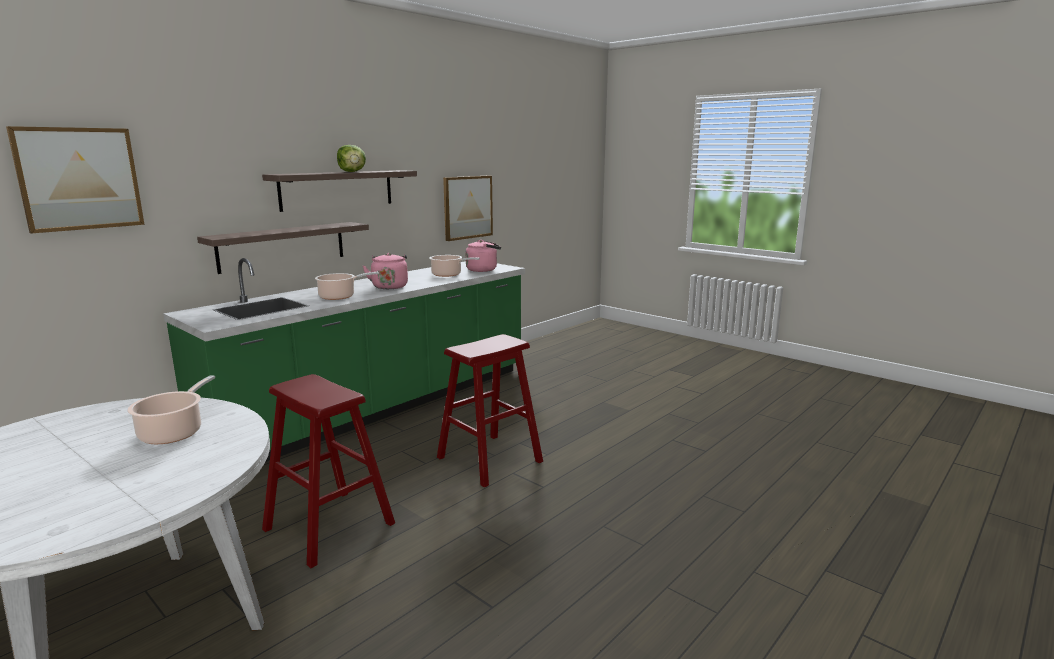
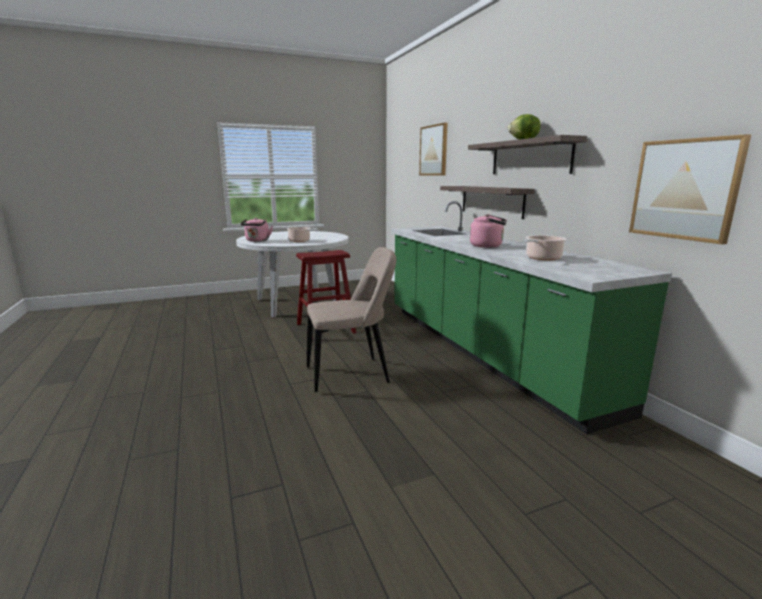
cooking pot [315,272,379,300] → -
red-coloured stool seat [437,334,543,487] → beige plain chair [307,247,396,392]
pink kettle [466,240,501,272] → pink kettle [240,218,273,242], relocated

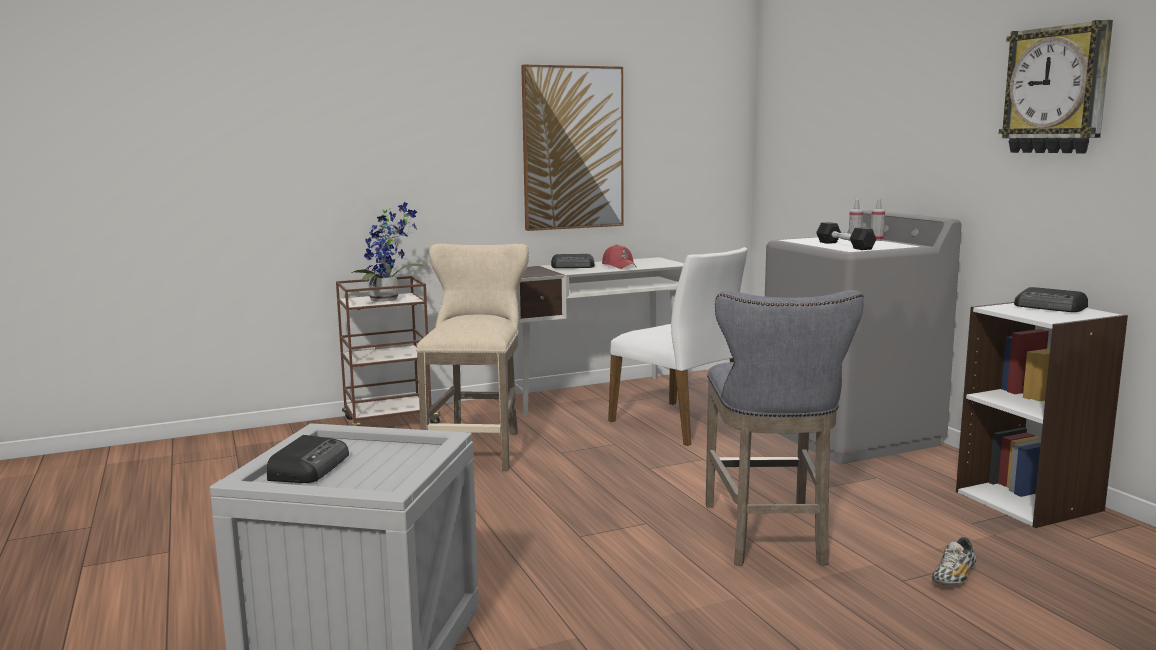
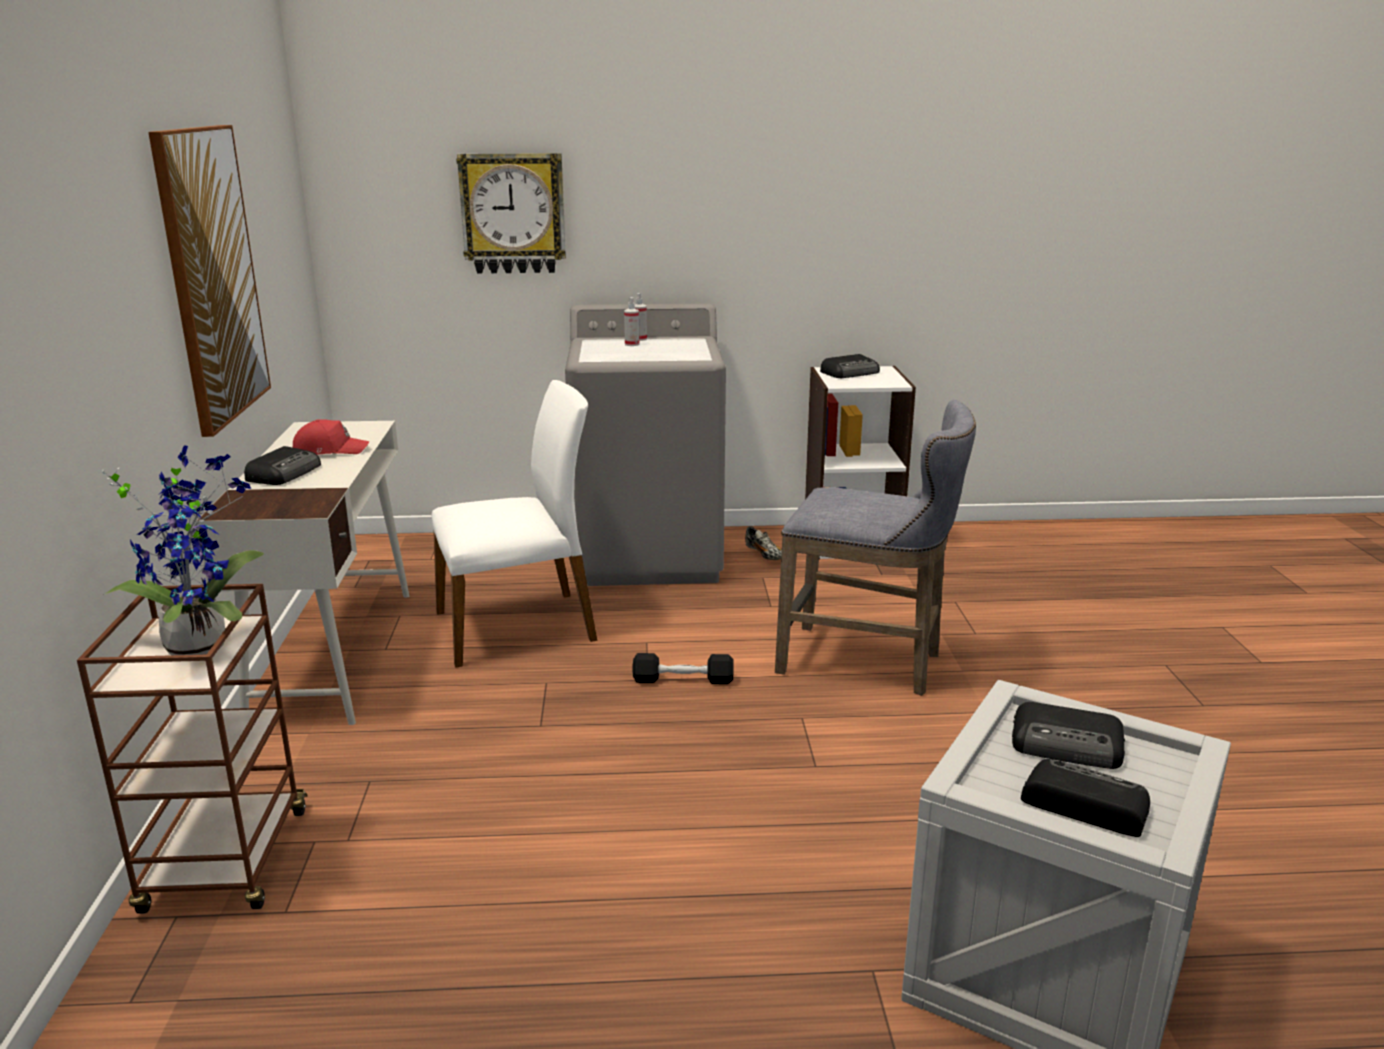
beige stool seat [416,244,529,471] → -
black-coloured hand weight [816,222,876,250] → black-coloured hand weight [632,653,733,684], relocated
shoe [932,537,976,585] → shoe [745,526,782,560], relocated
wall clock [999,20,1113,154] → wall clock [456,153,566,274], relocated
- → radio set [1012,702,1125,769]

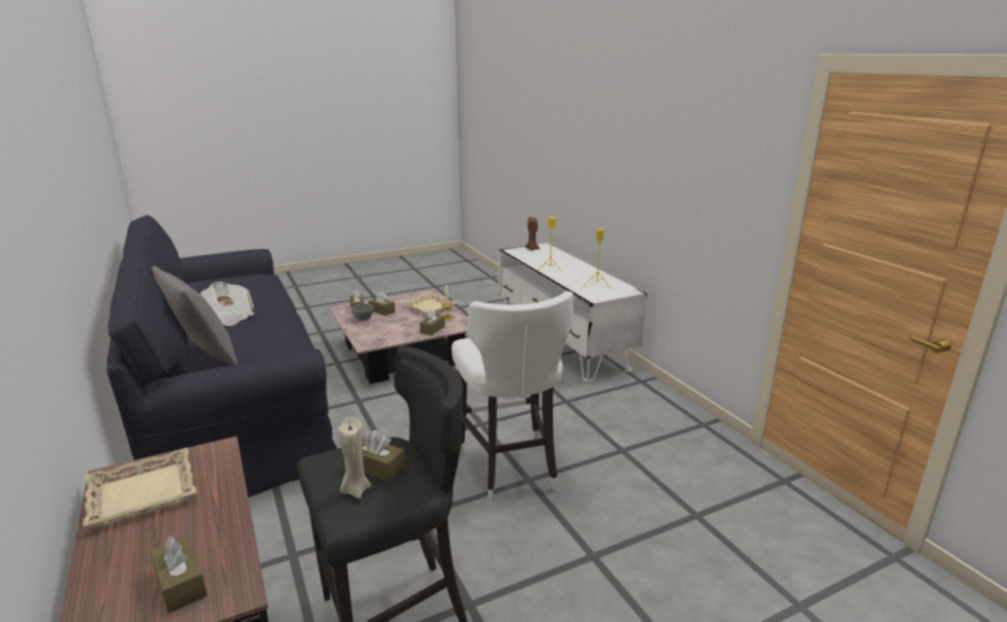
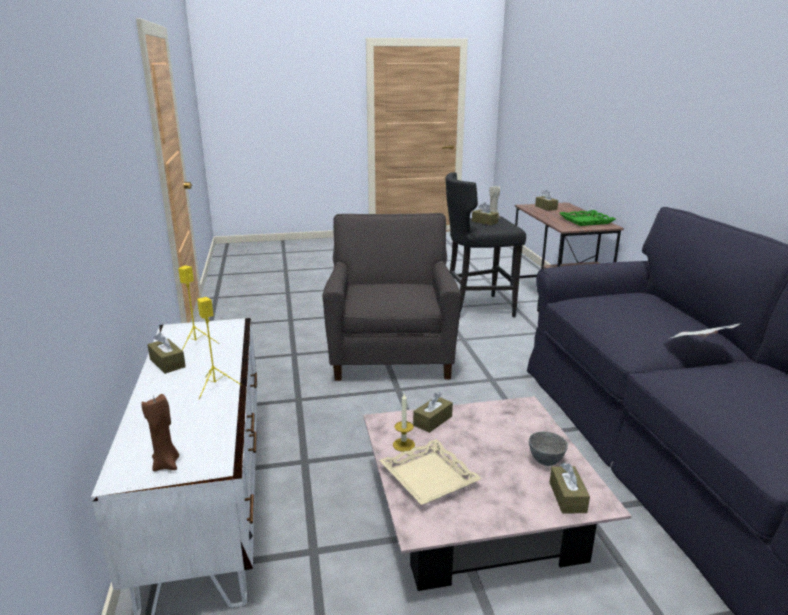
beige tray [83,448,197,527] → greenish tray [559,210,616,226]
greyish cushion [152,266,238,365] → -
brown box of tissues [368,292,395,316] → brown box of tissues [147,332,186,374], relocated
white stool seat [451,291,573,504] → greyish armchair [322,213,461,381]

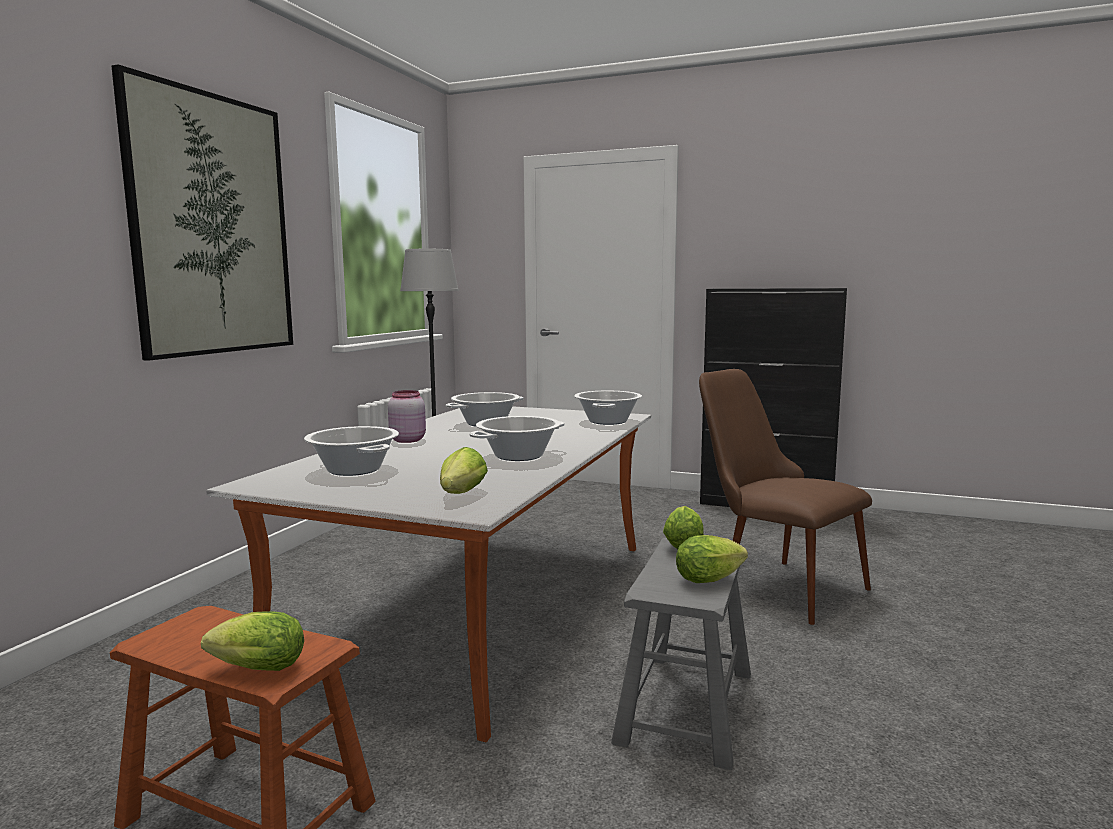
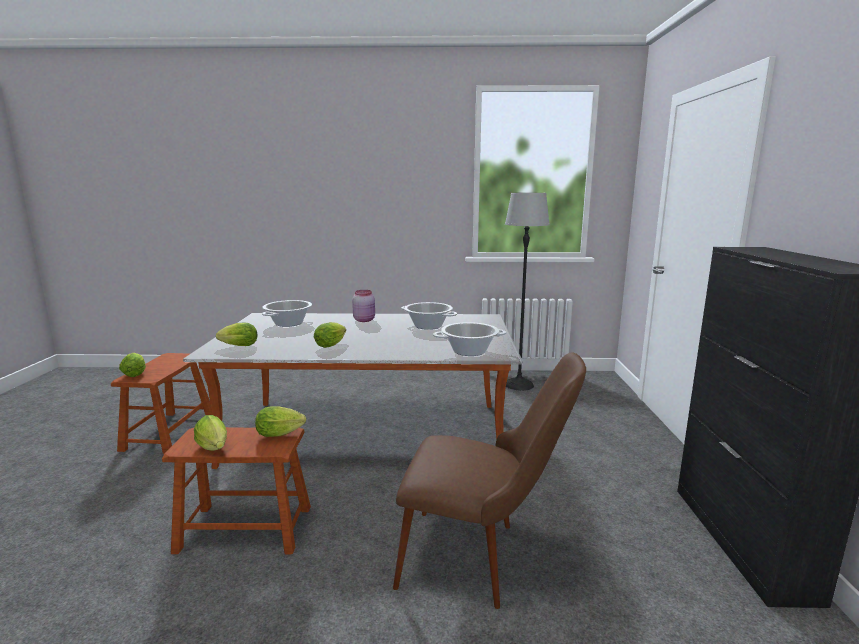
wall picture [111,64,293,361] → -
cooking pot [469,416,565,461] → head of lettuce [314,322,346,348]
greyish stool seat [611,538,751,770] → brown stool seat [162,427,311,554]
brown plain chair [699,369,872,625] → brown plain chair [393,352,586,609], 75 degrees clockwise

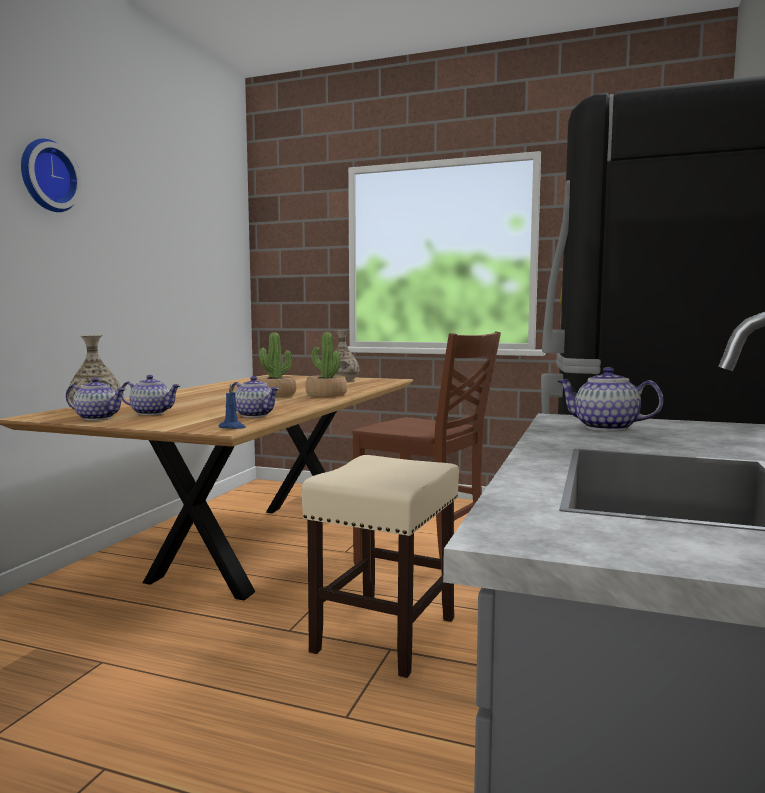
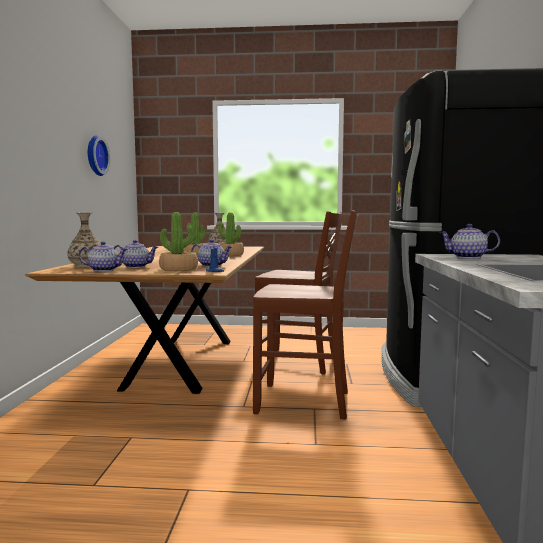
wall clock [21,139,82,212] → wall clock [88,135,110,176], relocated
beige stool seat [301,455,459,678] → brown plain chair [253,210,358,420]
- → houseplant [159,212,198,271]

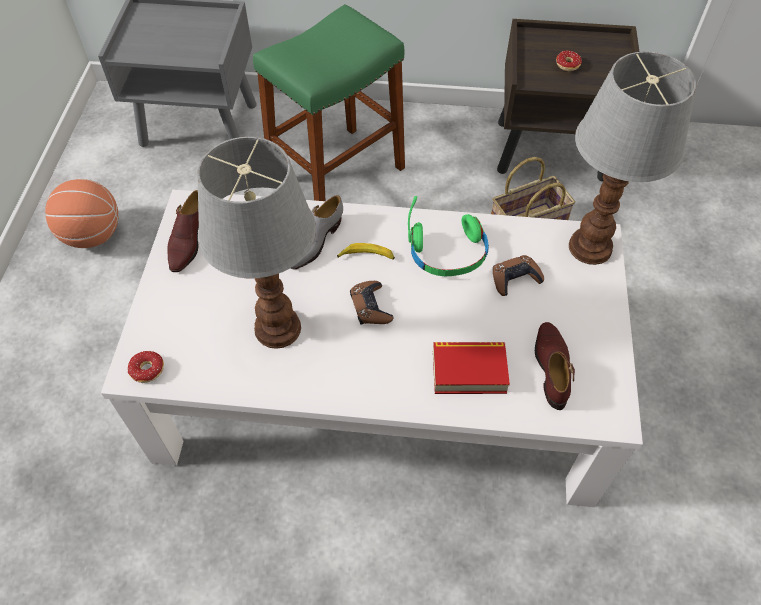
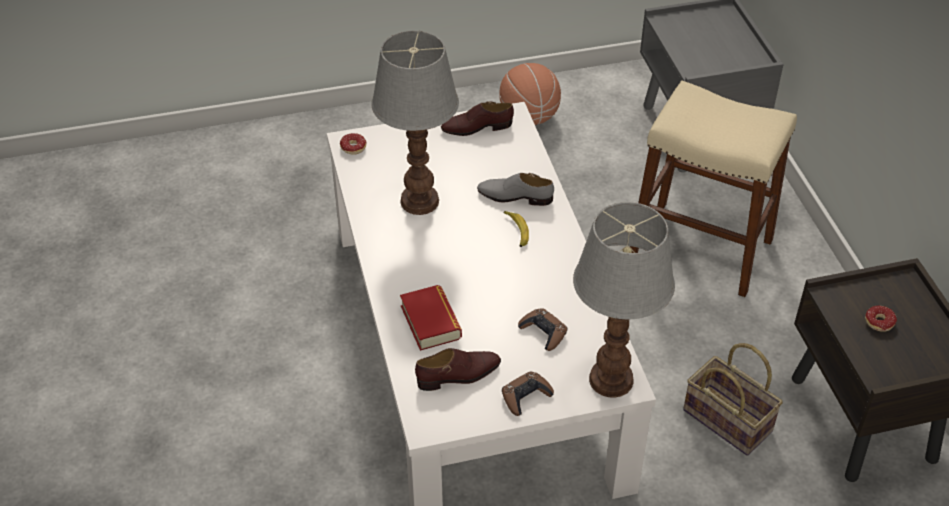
greenish stool seat [253,4,405,201] → beige stool seat [630,80,797,297]
brown gamepad [350,281,393,324] → brown gamepad [502,372,554,416], relocated
greenish headset [408,196,489,276] → -

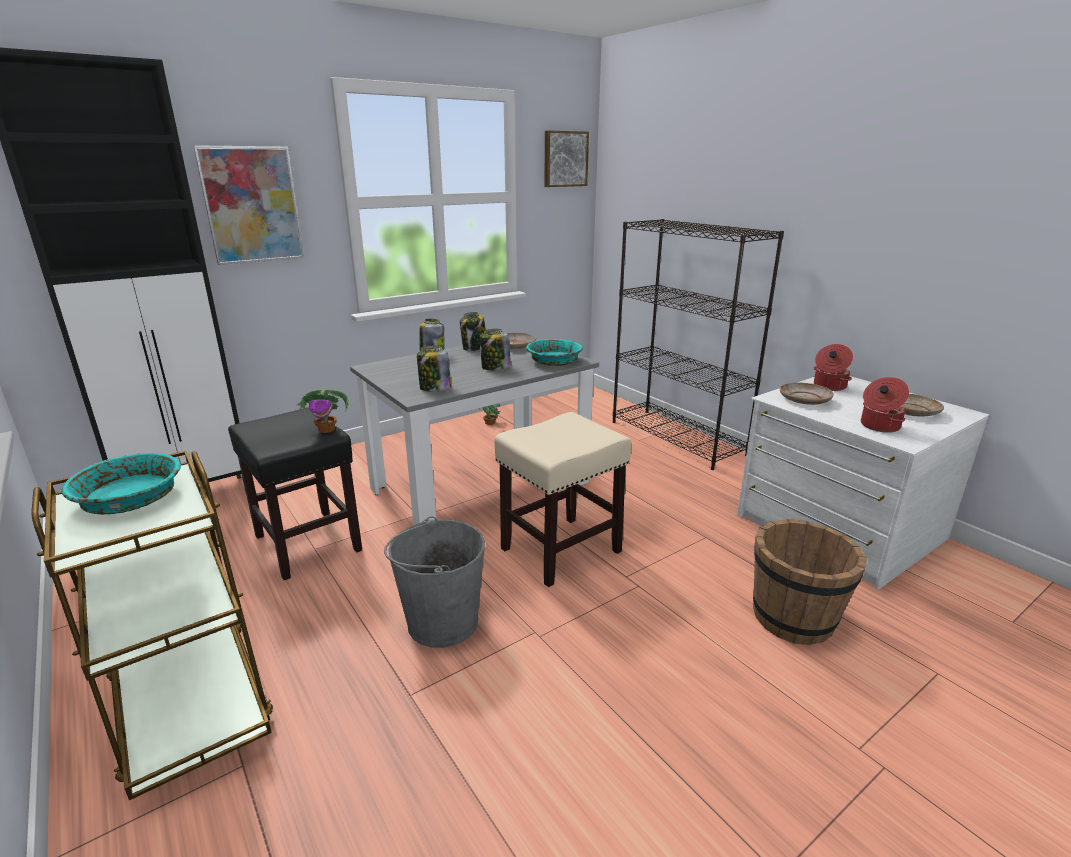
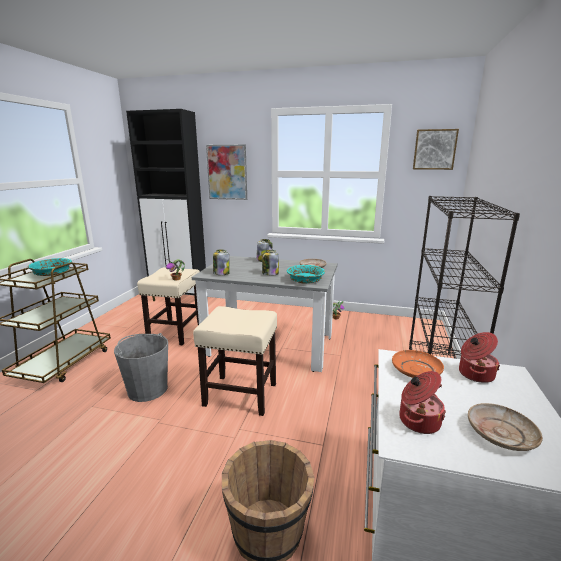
black-coloured stool seat [228,407,362,580] → beige stool seat [137,267,200,346]
storage jar [460,312,486,351] → -
beige dinner plate [780,382,834,405] → orange-coloured dinner plate [392,350,444,378]

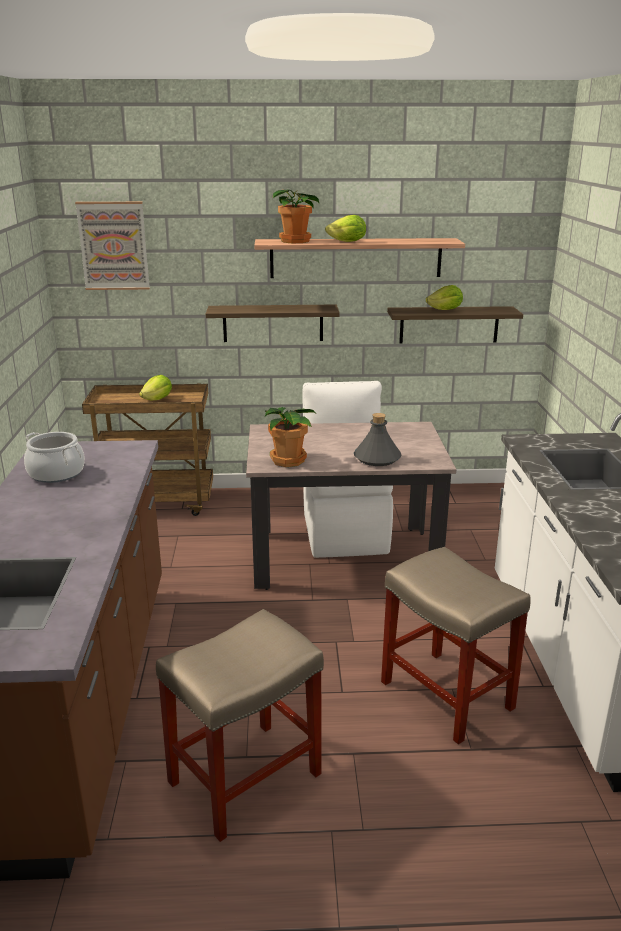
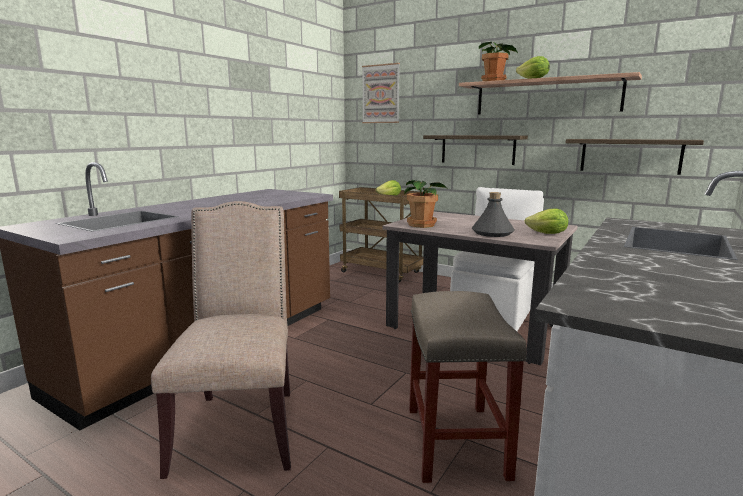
cooking pot [24,432,85,483] → -
beige stool seat [156,609,324,842] → beige plain chair [151,201,291,479]
head of lettuce [426,285,463,310] → head of lettuce [524,209,568,234], relocated

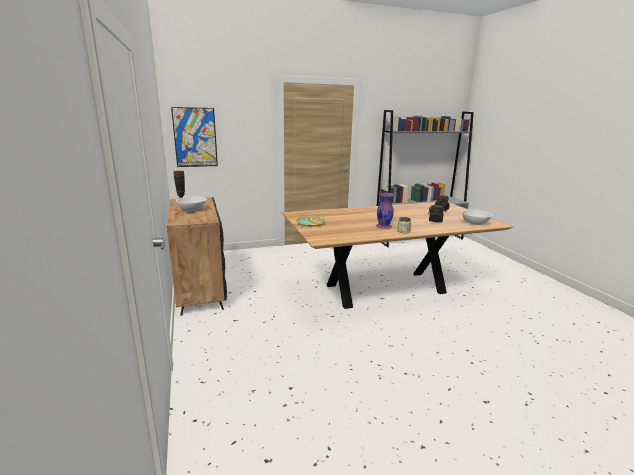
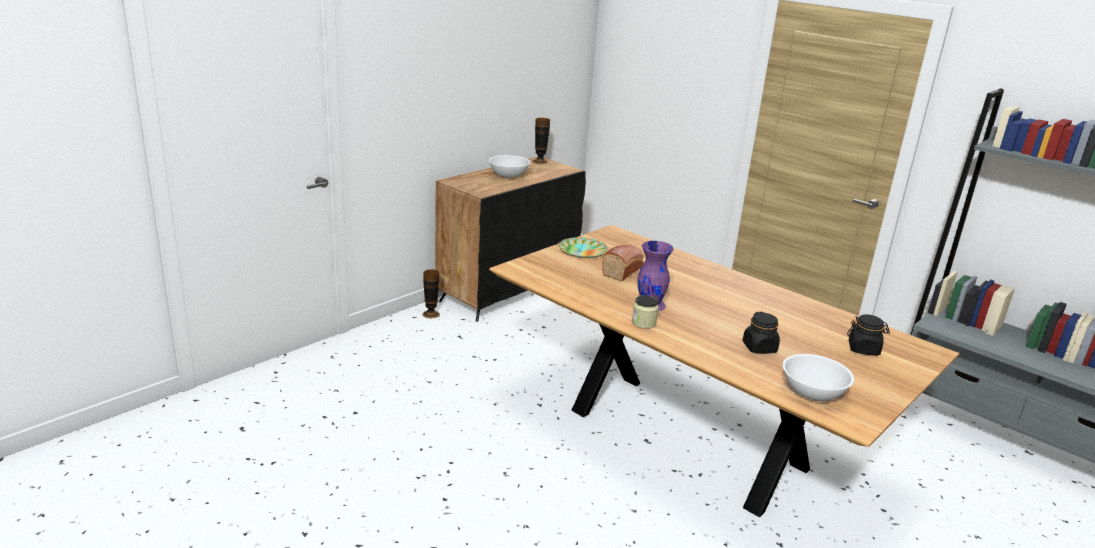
wall picture [171,107,218,167] → -
- → vase [422,269,440,318]
- → baked bread [602,245,644,281]

